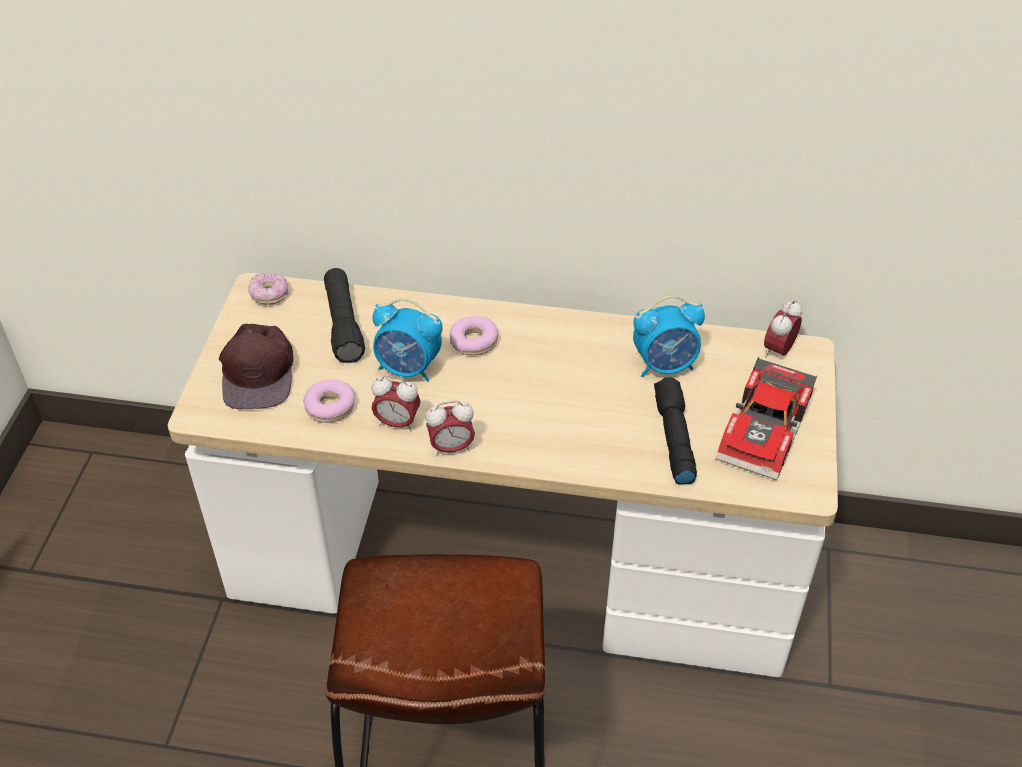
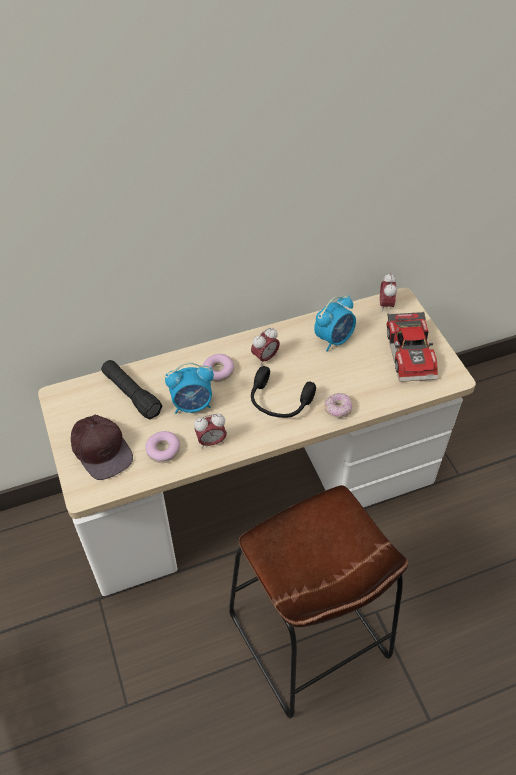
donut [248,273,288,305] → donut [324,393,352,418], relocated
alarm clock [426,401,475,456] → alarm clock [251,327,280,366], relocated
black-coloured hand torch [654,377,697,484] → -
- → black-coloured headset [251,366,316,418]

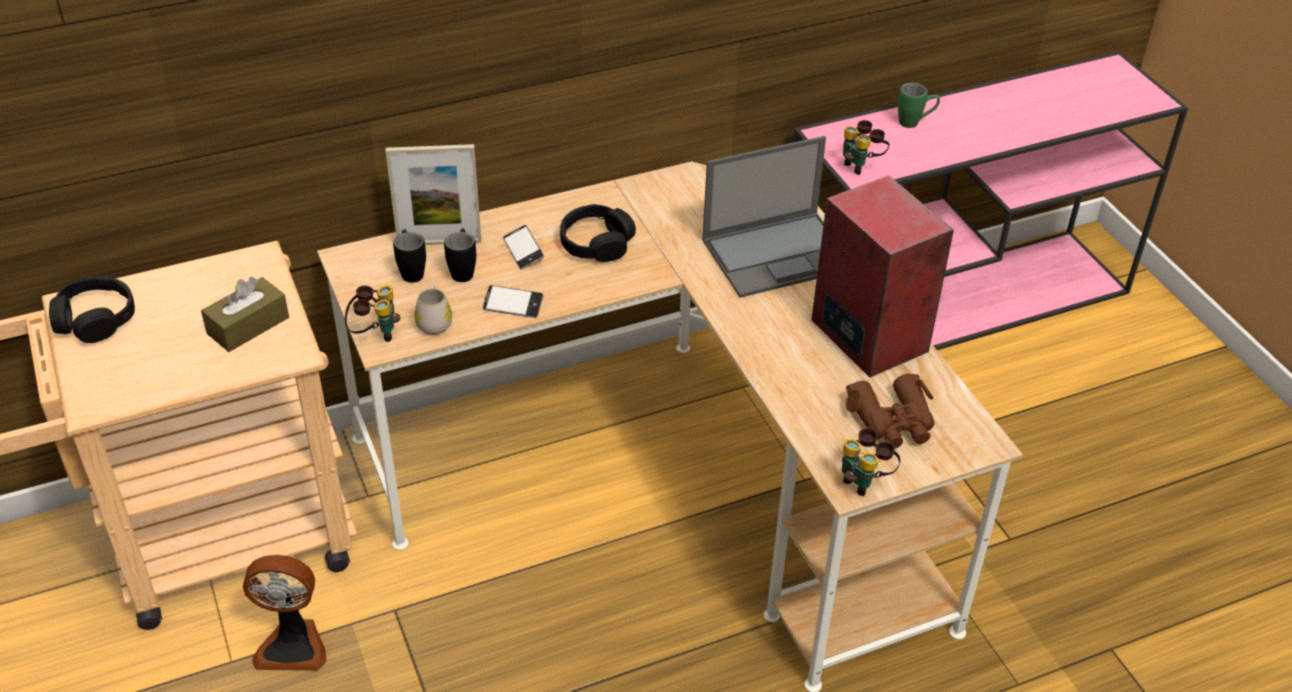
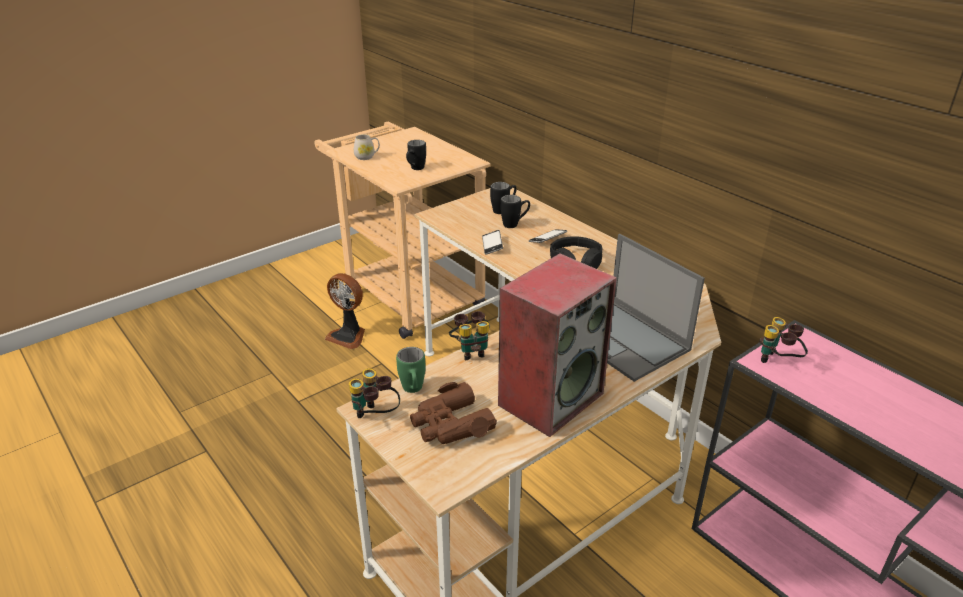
black-coloured headset [49,276,135,343] → -
brown box of tissues [201,277,289,352] → black-coloured tea mug [406,140,426,170]
fan [243,555,327,671] → fan [325,273,365,349], 45 degrees counterclockwise
field glasses [345,285,400,342] → field glasses [449,311,490,360], relocated
photo frame [386,144,481,245] → -
white tea mug [415,285,452,335] → white tea mug [354,134,380,160], relocated
greenish tea mug [898,82,940,128] → greenish tea mug [396,347,426,393], relocated

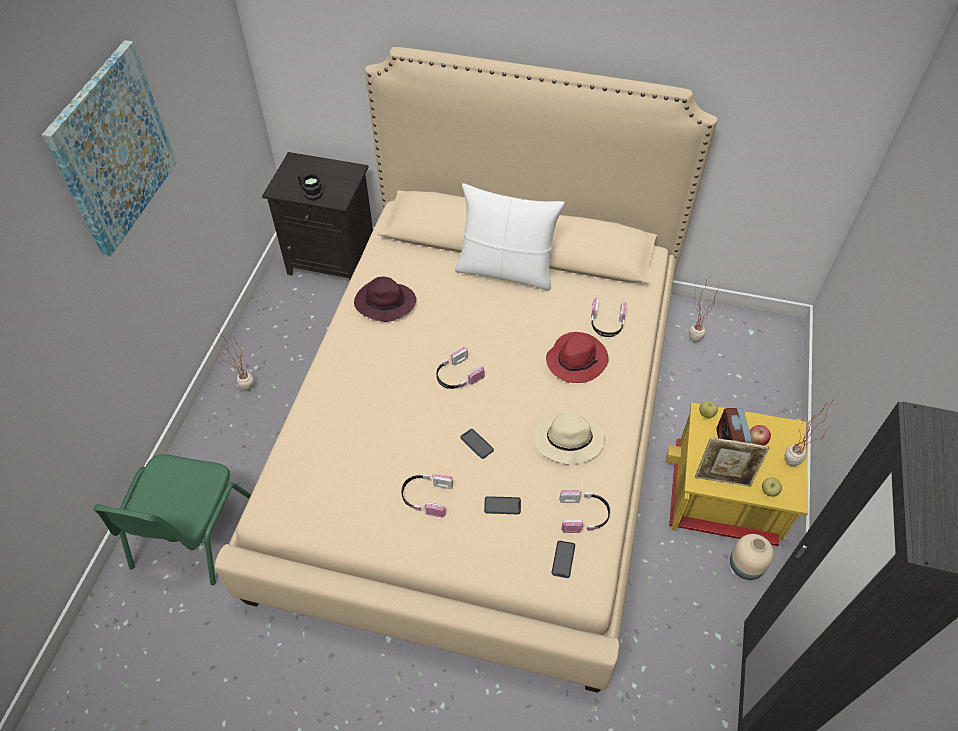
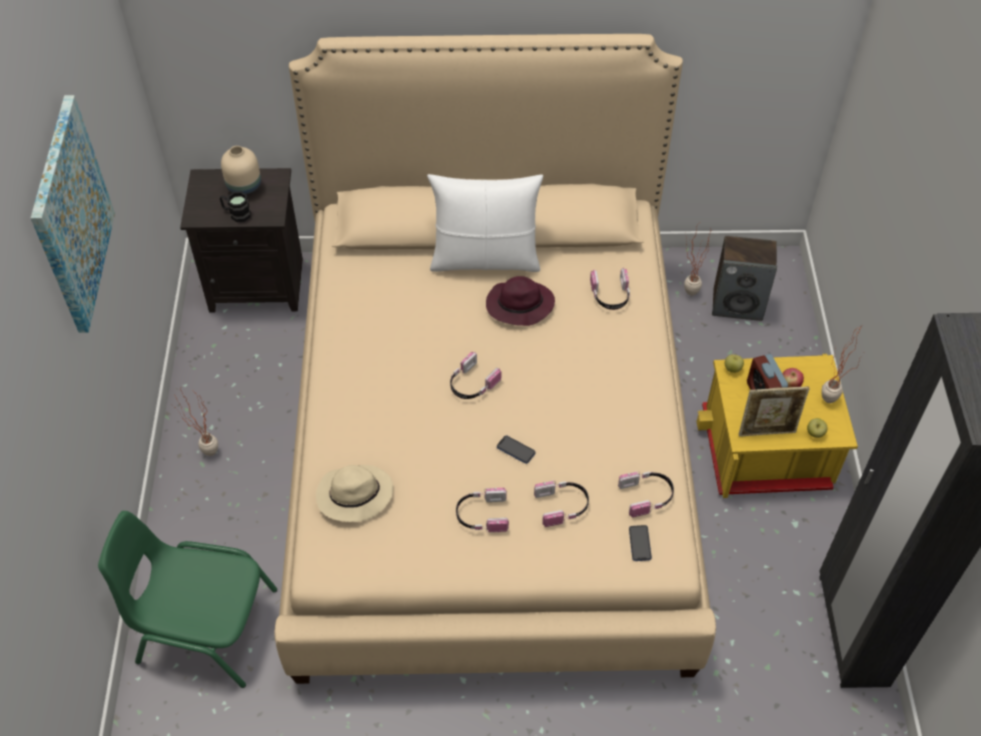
greenish plain chair [93,454,251,585] → greenish plain chair [98,511,277,688], 105 degrees clockwise
purplish hat [354,277,416,322] → purplish hat [486,276,555,326], relocated
handset [484,496,521,514] → headset [534,481,589,527]
beige hat [534,413,605,464] → beige hat [316,465,393,522], relocated
red-coloured hat [546,332,609,383] → -
beige vase [730,534,774,580] → beige vase [221,146,261,196], relocated
- → loudspeaker [712,236,777,321]

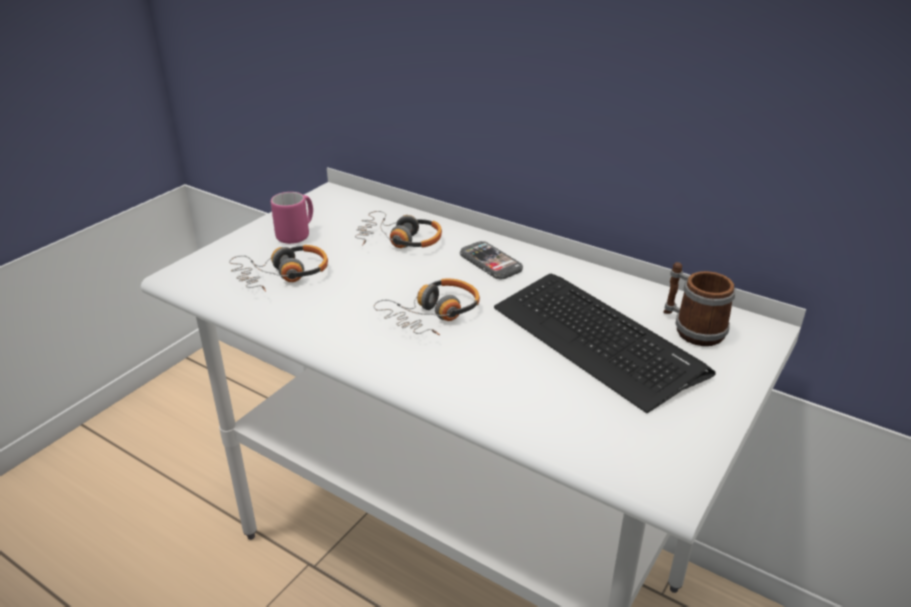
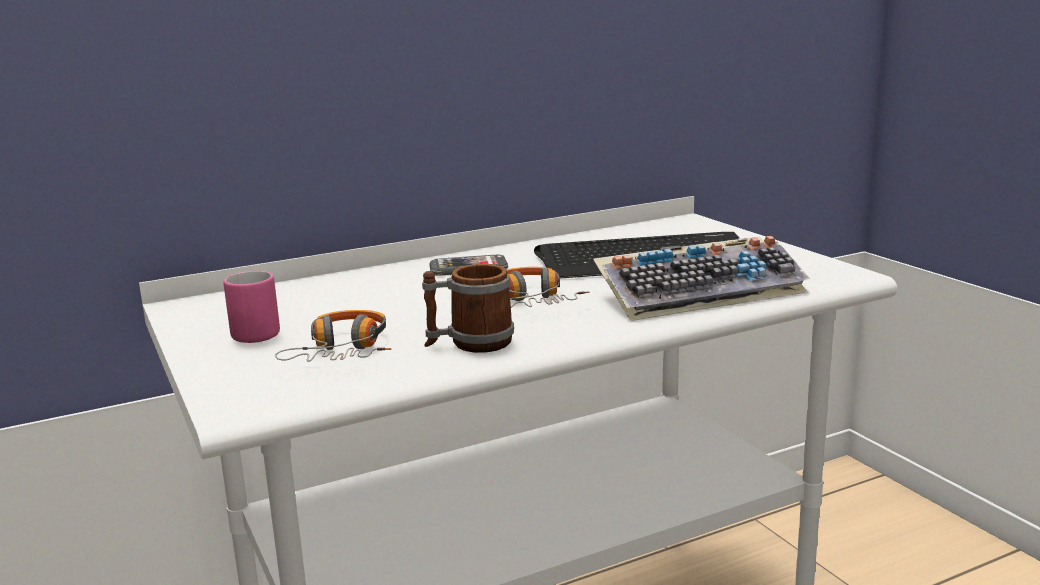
headset [355,211,442,248] → -
tea mug [663,262,735,346] → tea mug [422,264,514,353], relocated
- → PC keyboard [593,236,810,321]

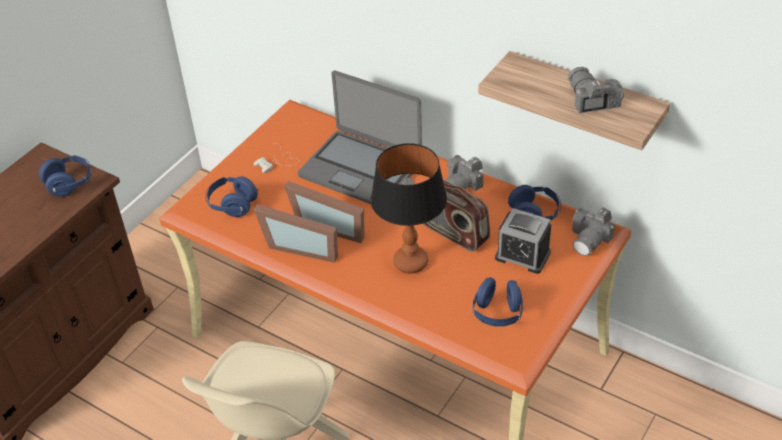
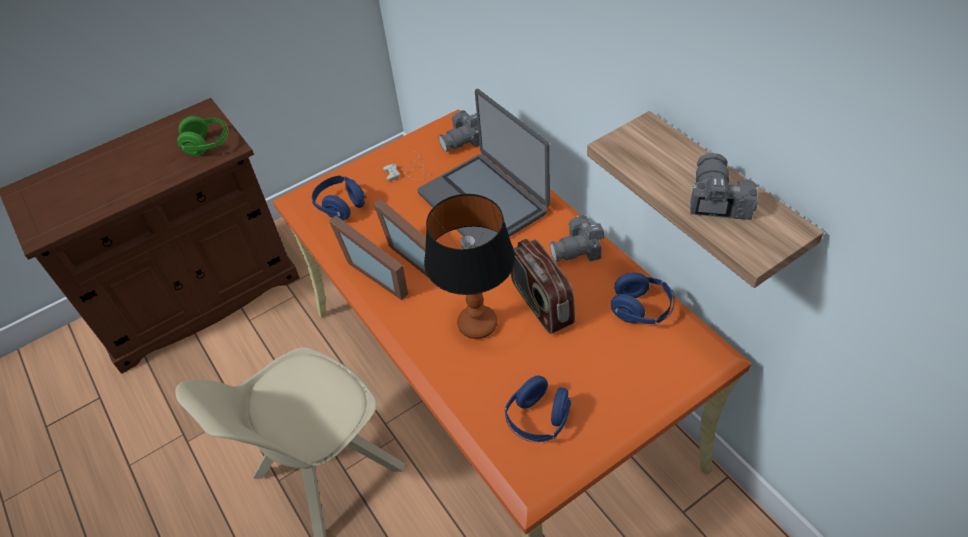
blue-coloured headset [39,155,92,197] → greenish headset [177,116,229,156]
alarm clock [495,208,551,274] → -
photo camera [572,208,615,256] → photo camera [439,110,480,152], relocated

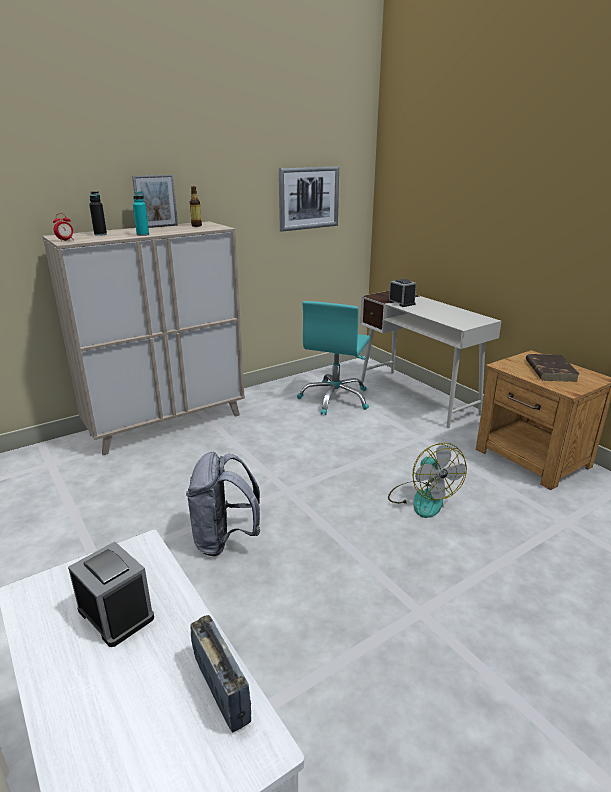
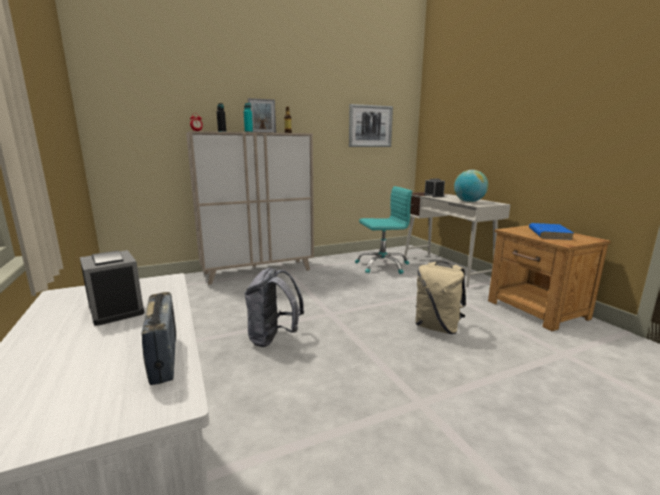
blue-green office chair [297,301,370,415] → blue-green office chair [355,186,412,274], 135 degrees counterclockwise
fan [388,443,467,518] → beige knapsack [415,261,466,334]
brown volume [526,354,579,382] → blue-coloured volume [529,223,573,240]
- → desk globe [454,170,488,202]

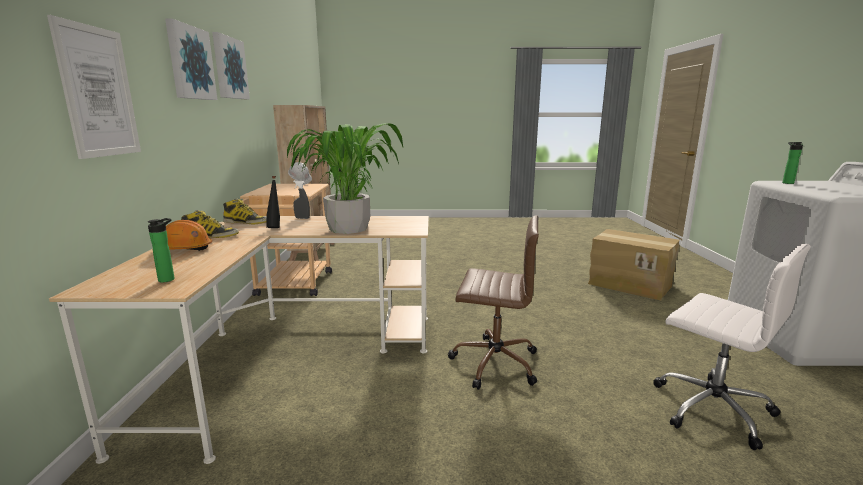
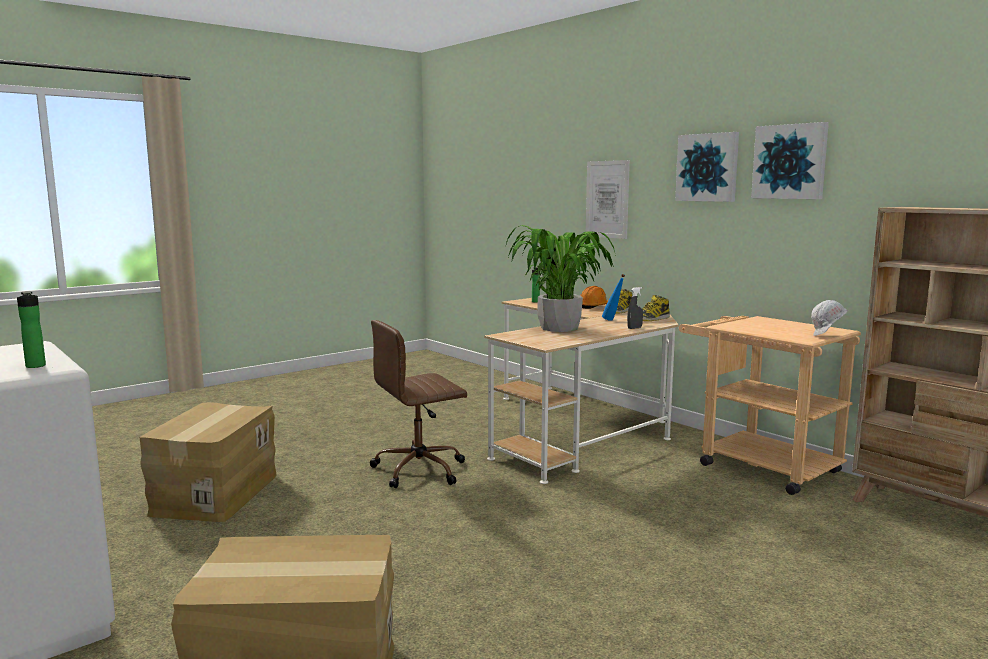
black-coloured bottle [266,176,280,228] → blue-coloured bottle [602,274,625,321]
white office chair [653,244,811,450] → cardboard box [140,402,277,522]

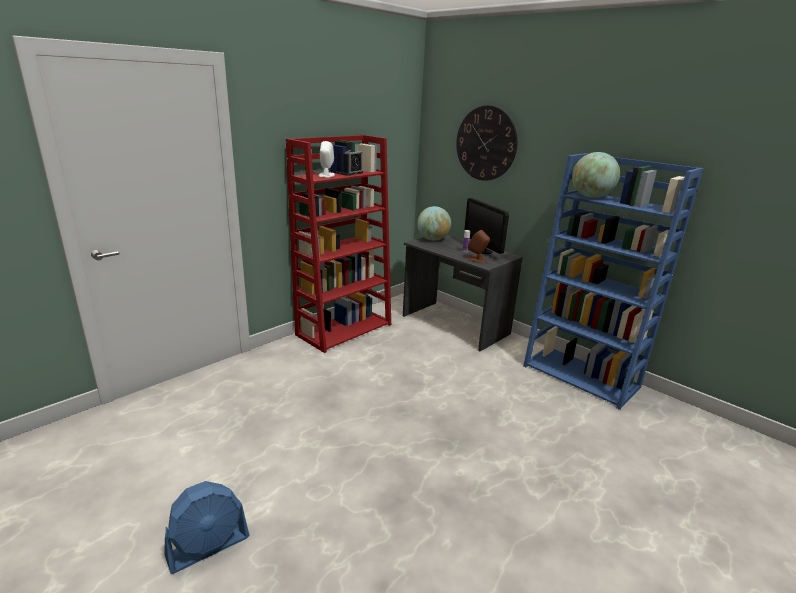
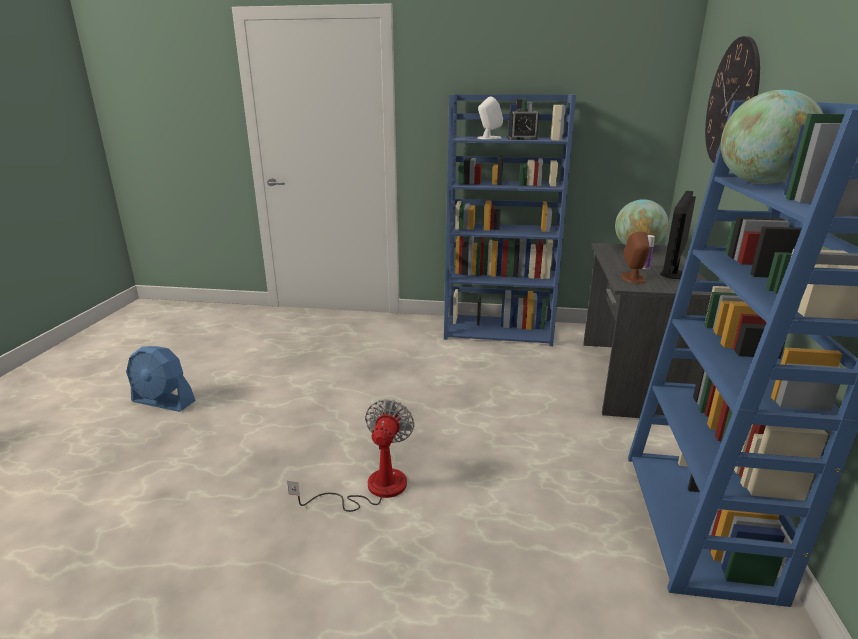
red-coloured bookshelf [286,135,391,353] → blue-coloured bookshelf [444,94,576,346]
- → fan [287,399,415,512]

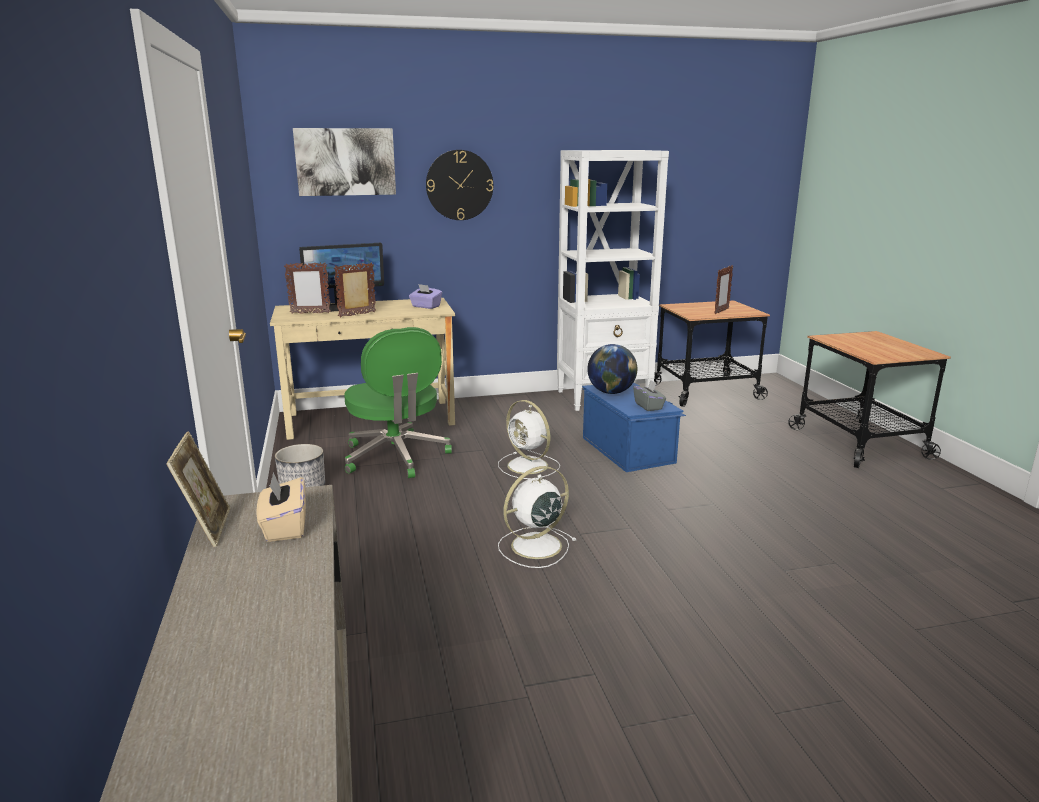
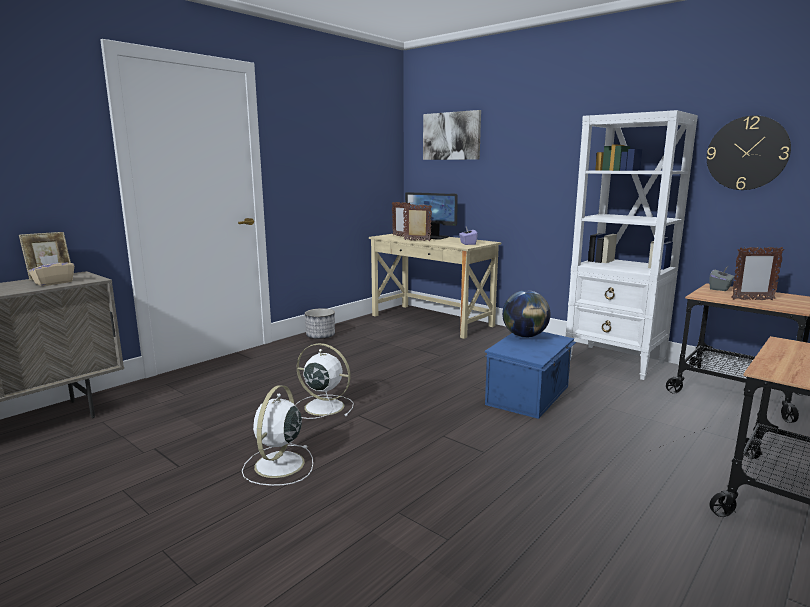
greenish office chair [344,327,452,478] → -
wall clock [426,150,493,220] → wall clock [707,115,791,190], relocated
white fan [498,400,560,479] → white fan [242,385,313,486], relocated
greyish box of tissues [633,380,666,411] → greyish box of tissues [709,266,734,291], relocated

